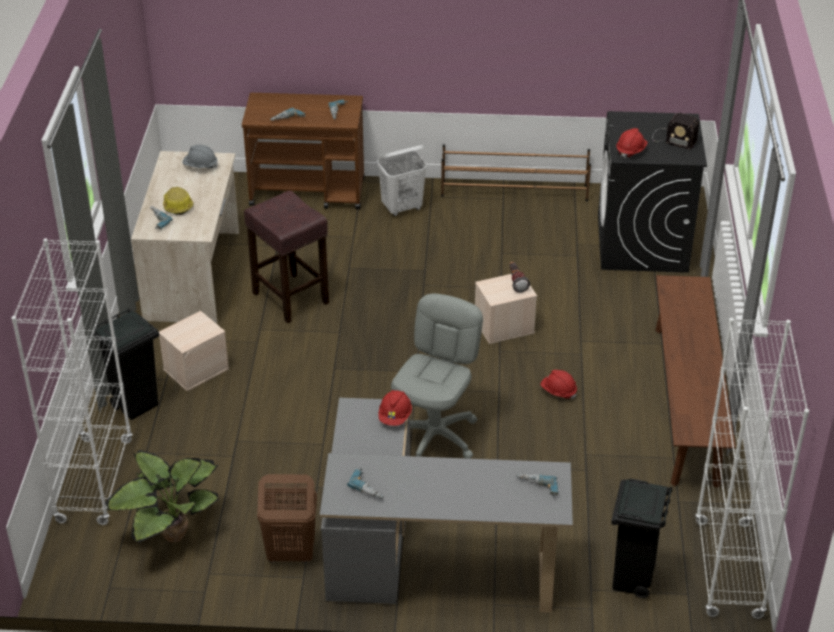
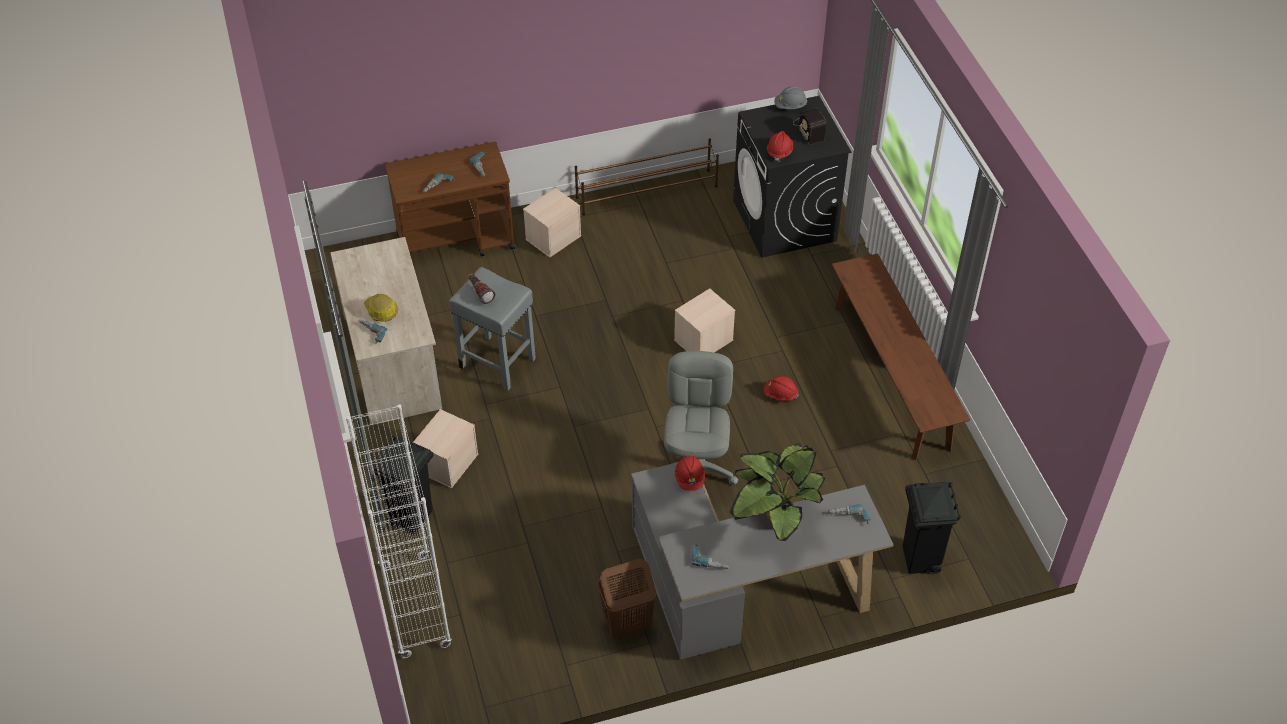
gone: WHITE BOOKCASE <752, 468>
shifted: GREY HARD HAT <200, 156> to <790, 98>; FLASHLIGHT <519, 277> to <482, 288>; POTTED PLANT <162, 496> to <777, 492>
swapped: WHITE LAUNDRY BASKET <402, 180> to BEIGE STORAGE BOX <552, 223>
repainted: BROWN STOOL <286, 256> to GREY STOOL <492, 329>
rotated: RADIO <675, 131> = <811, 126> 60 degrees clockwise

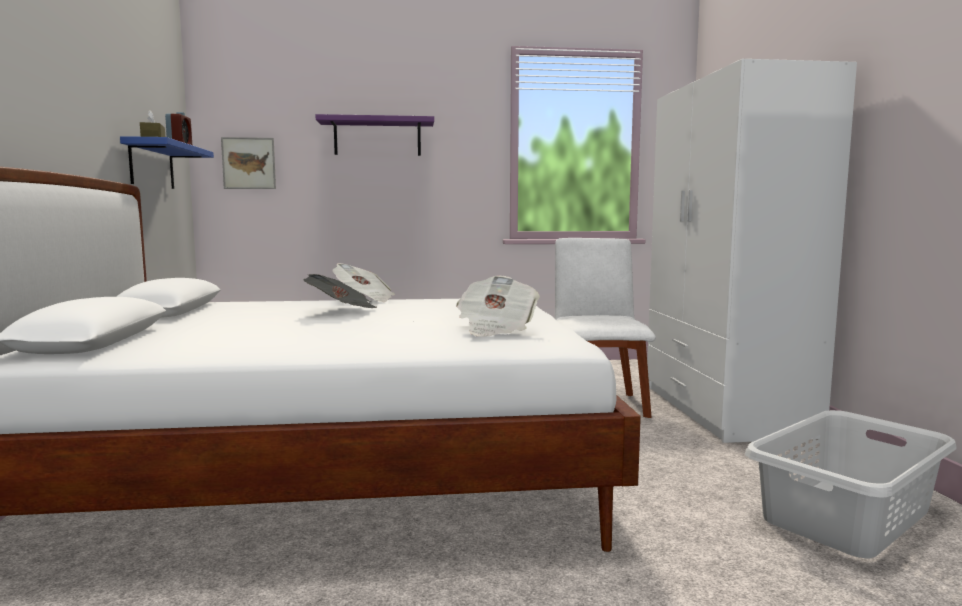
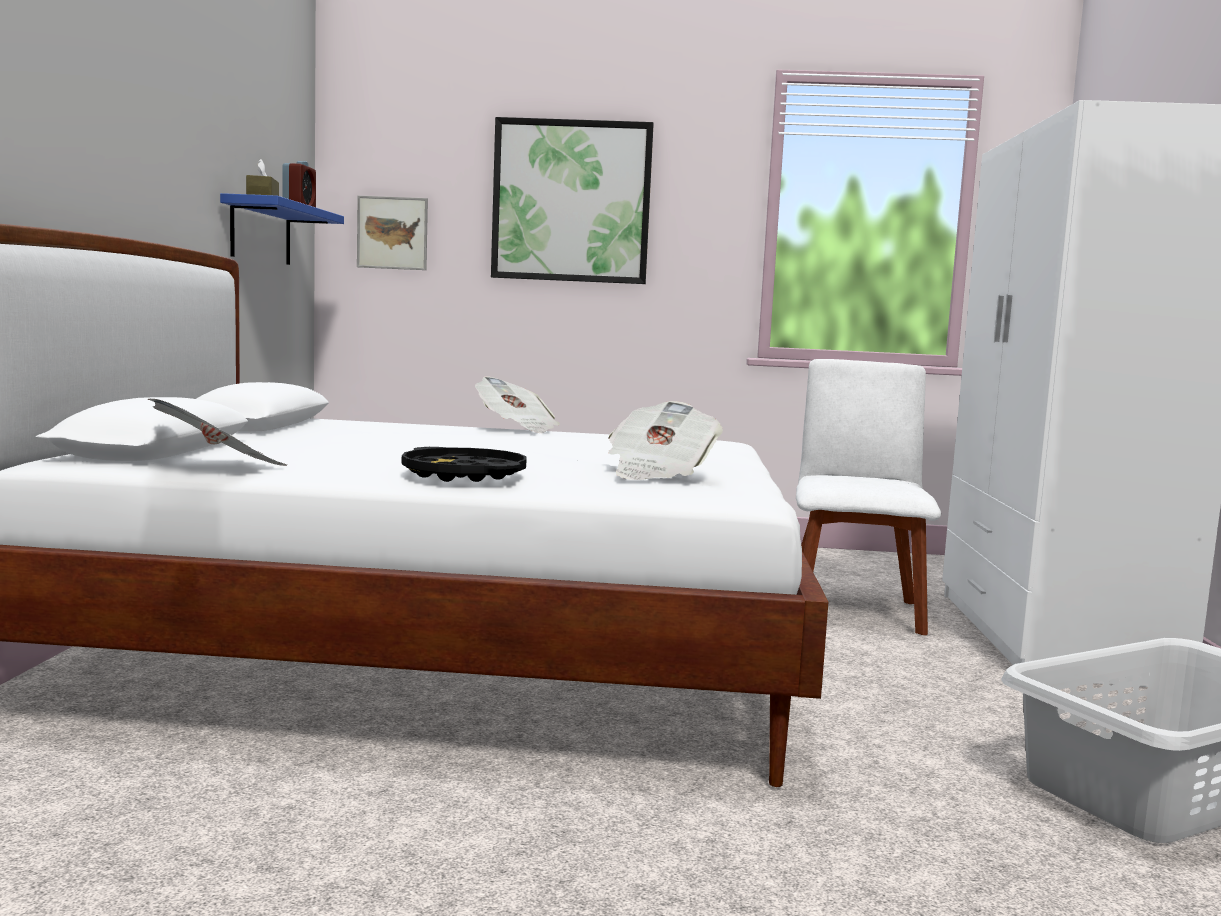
new: BLACK TRAY <464, 464>
shifted: NEWSPAPER <340, 291> to <217, 432>
swapped: PURPLE SHELF <375, 135> to PICTURE <572, 200>

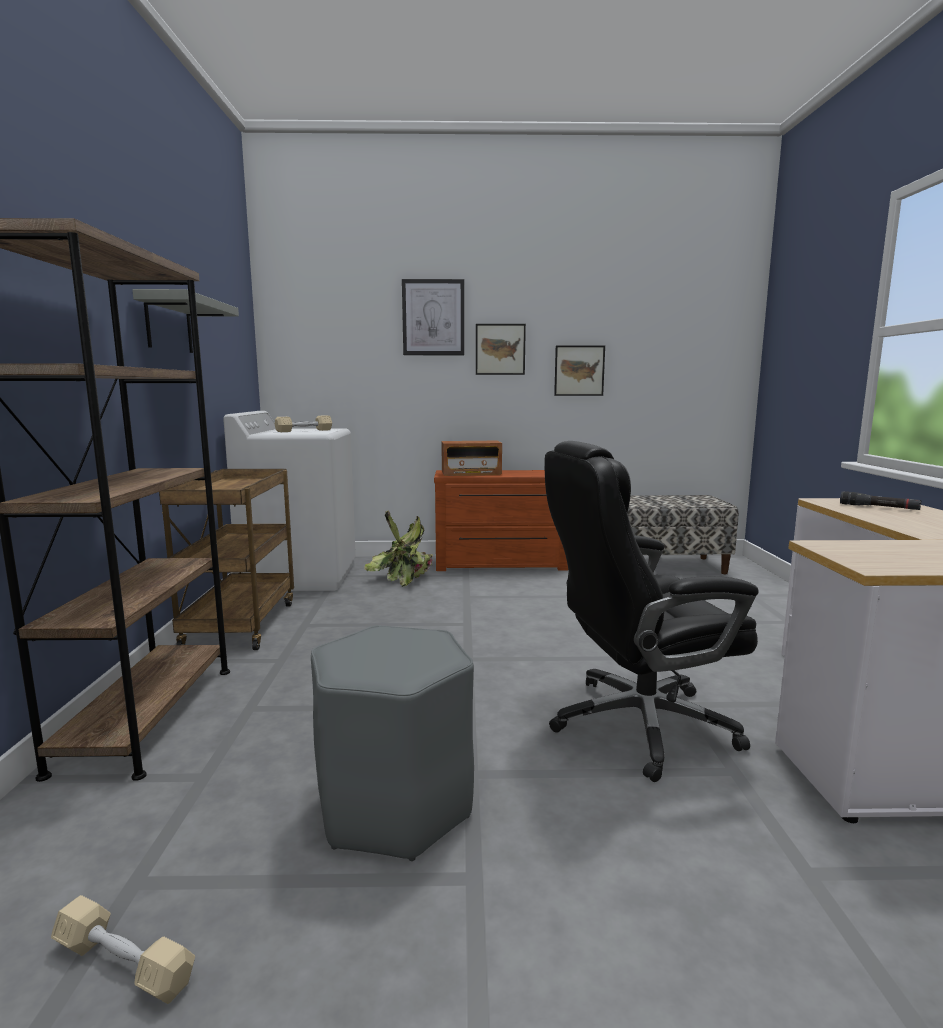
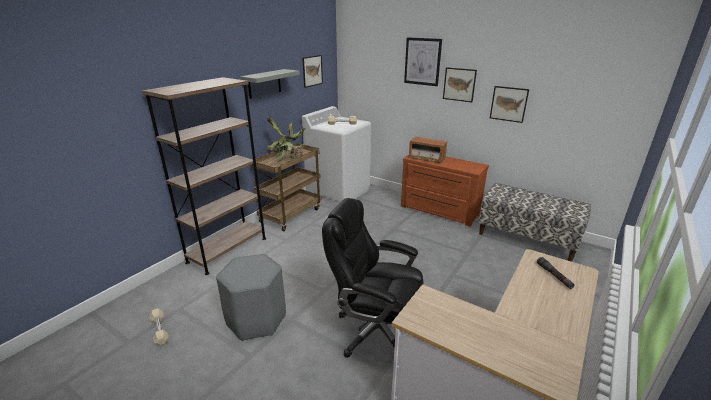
new: PICTURE <312, 71>
shifted: POTTED PLANT <398, 548> to <286, 139>

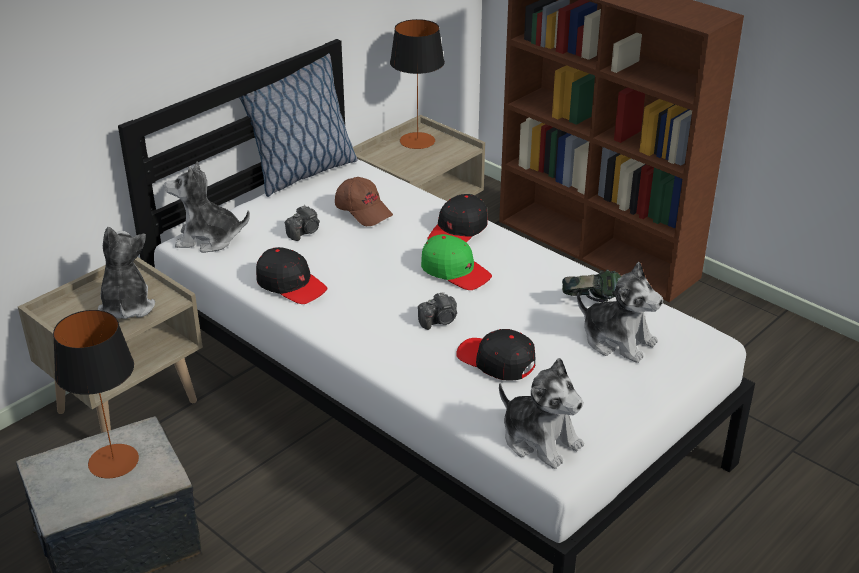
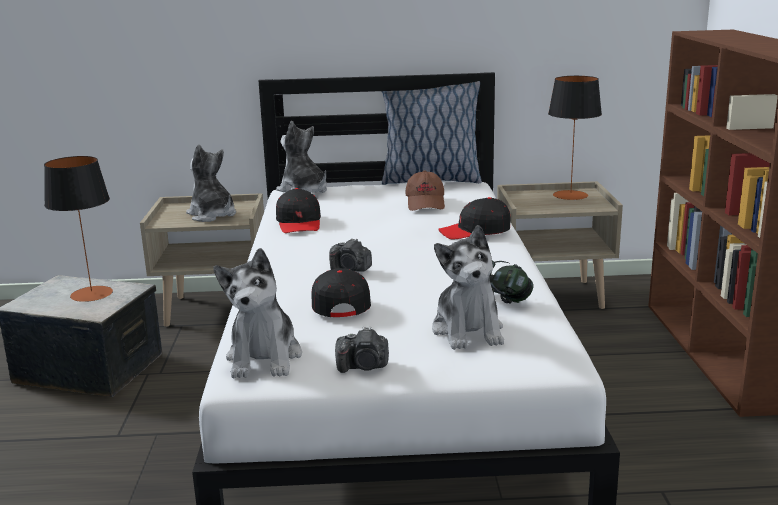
gone: GREEN CAP <456, 262>
shifted: PHOTO CAMERA <302, 223> to <362, 350>
rotated: PLUSH TOY <126, 273> = <211, 183> 75 degrees counterclockwise

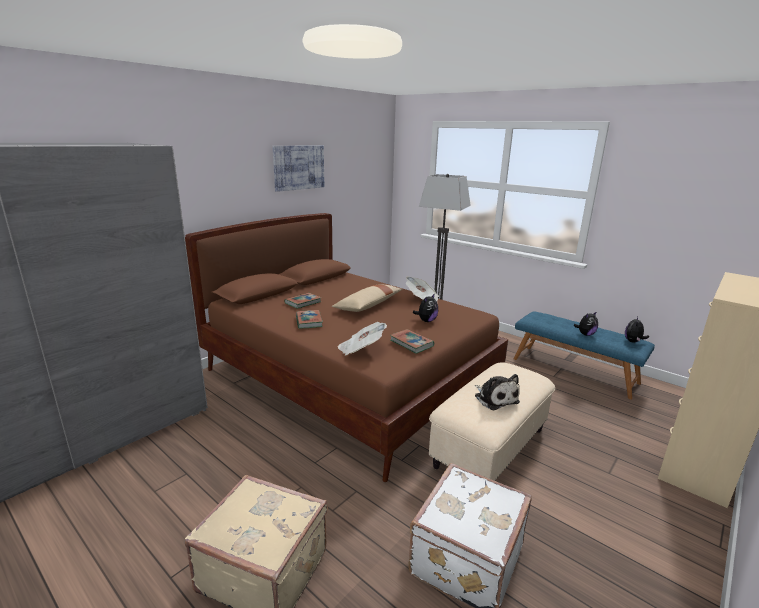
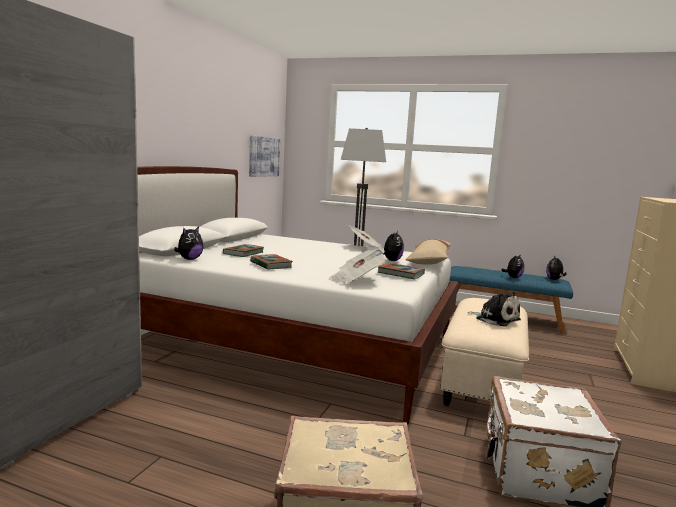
new: PLUSH TOY <188, 243>
shifted: PICTURE <298, 169> to <264, 156>; BEIGE PILLOW <367, 298> to <428, 252>
repainted: BROWN BED <346, 347> to WHITE BED <297, 295>

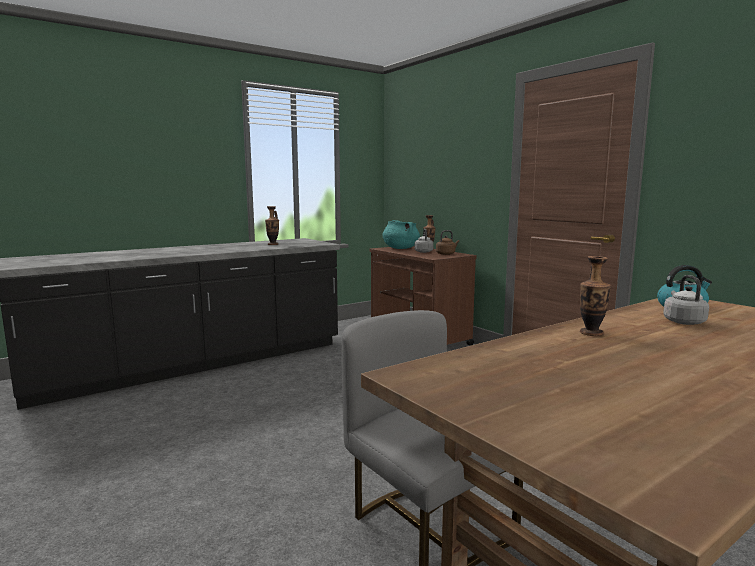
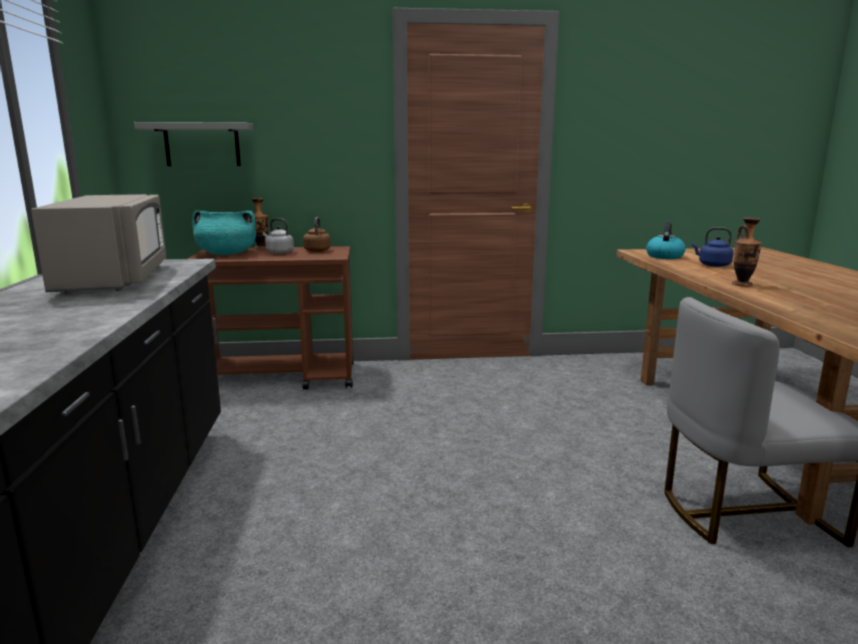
new: GREY SHELF <193, 144>
swapped: VASE <272, 225> to GREY MICROWAVE <98, 243>
repainted: GREY KETTLE <686, 300> to BLUE KETTLE <713, 247>

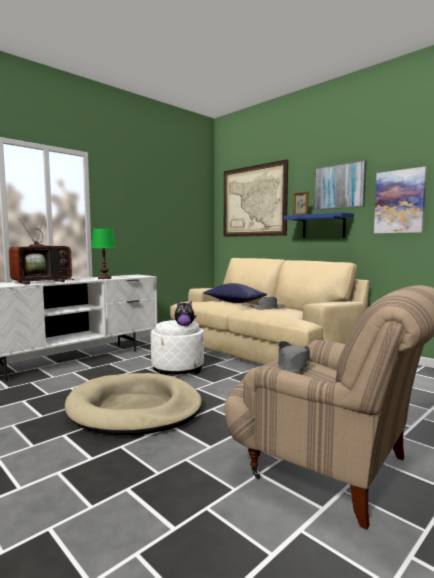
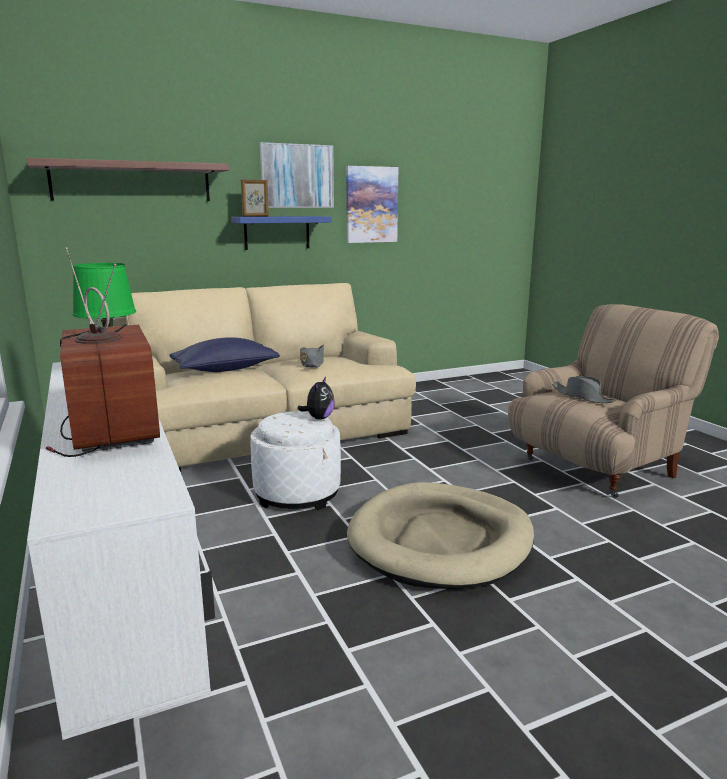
swapped: PICTURE <256, 198> to SHELF <127, 179>

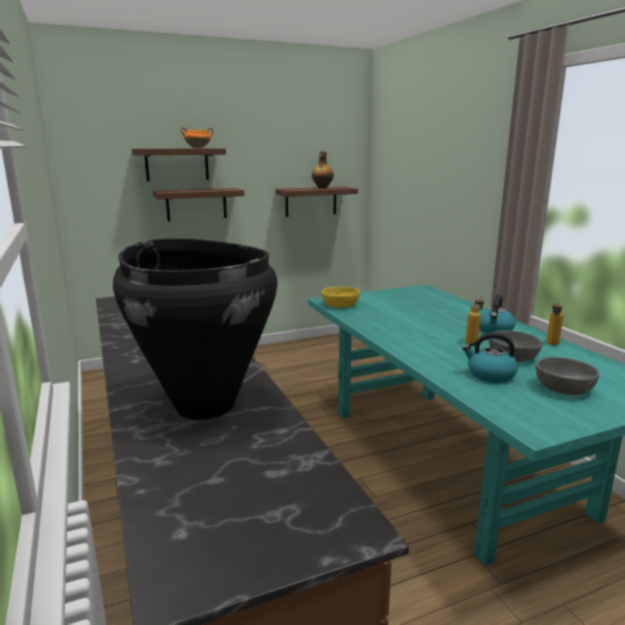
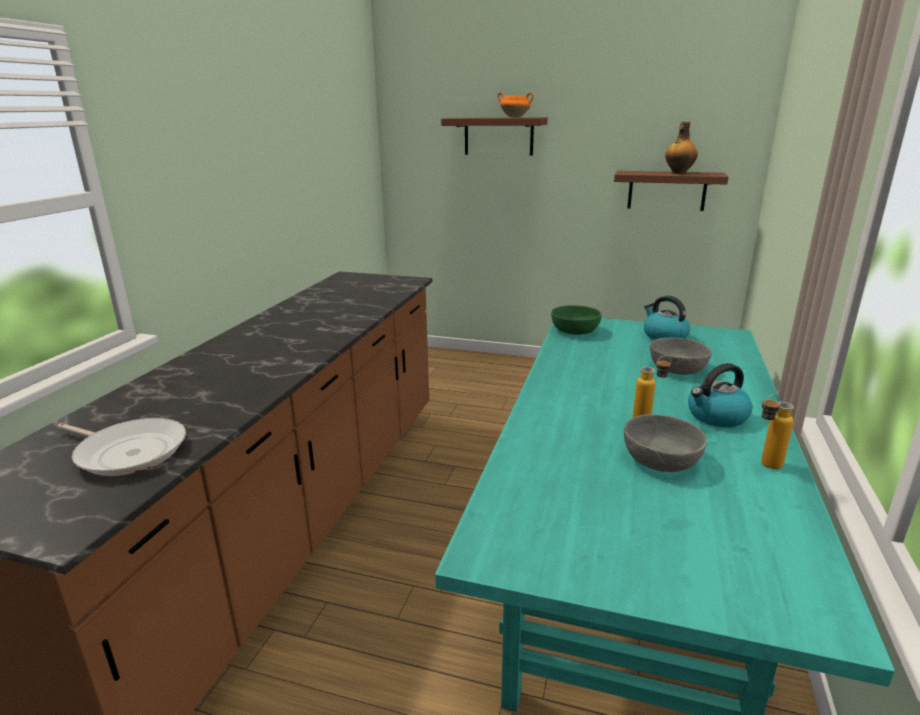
gone: BROWN SHELF <198, 204>; BLACK VASE <195, 329>
new: FRYING PAN <121, 447>
shifted: KETTLE <490, 357> to <667, 318>; GREY BOWL <567, 376> to <681, 356>
repainted: YELLOW BOWL <341, 297> to GREEN BOWL <576, 320>

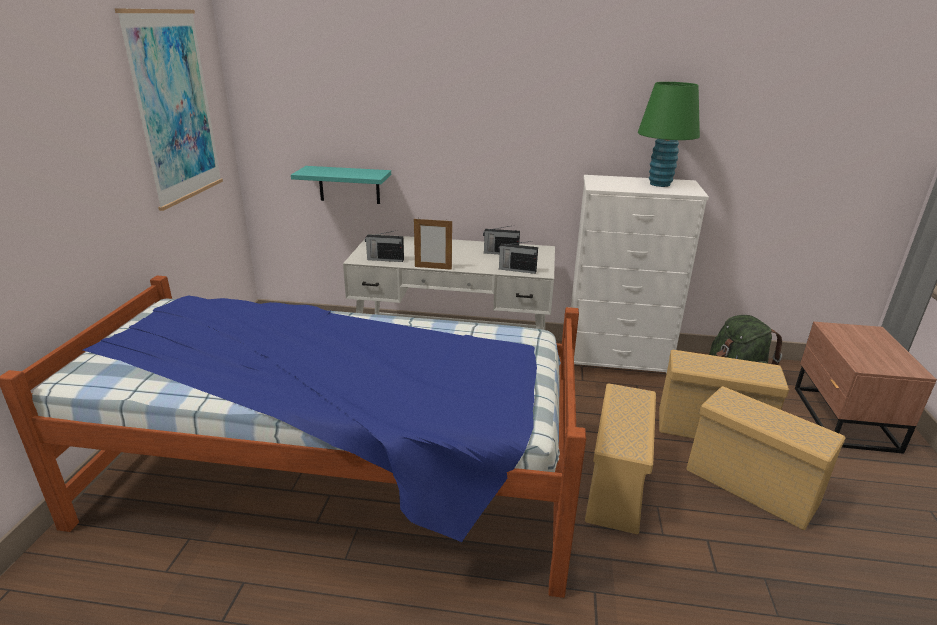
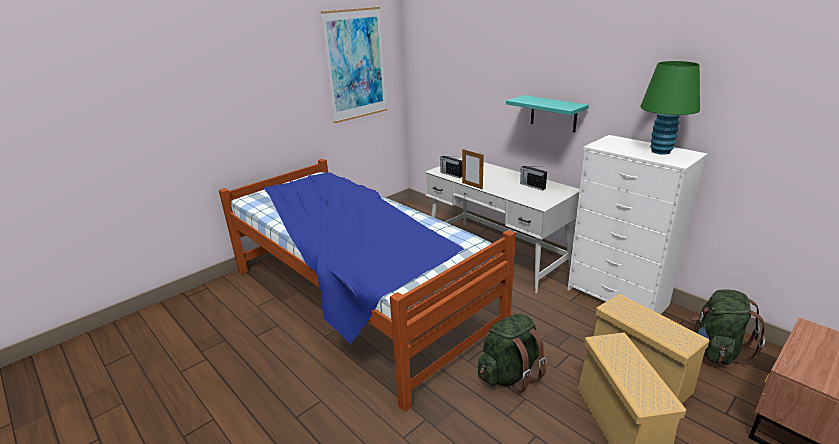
gone: RADIO <518, 257>
shifted: TURQUOISE SHELF <341, 185> to <547, 114>
swapped: BEIGE STORAGE BOX <620, 458> to GREEN BACKPACK <512, 354>

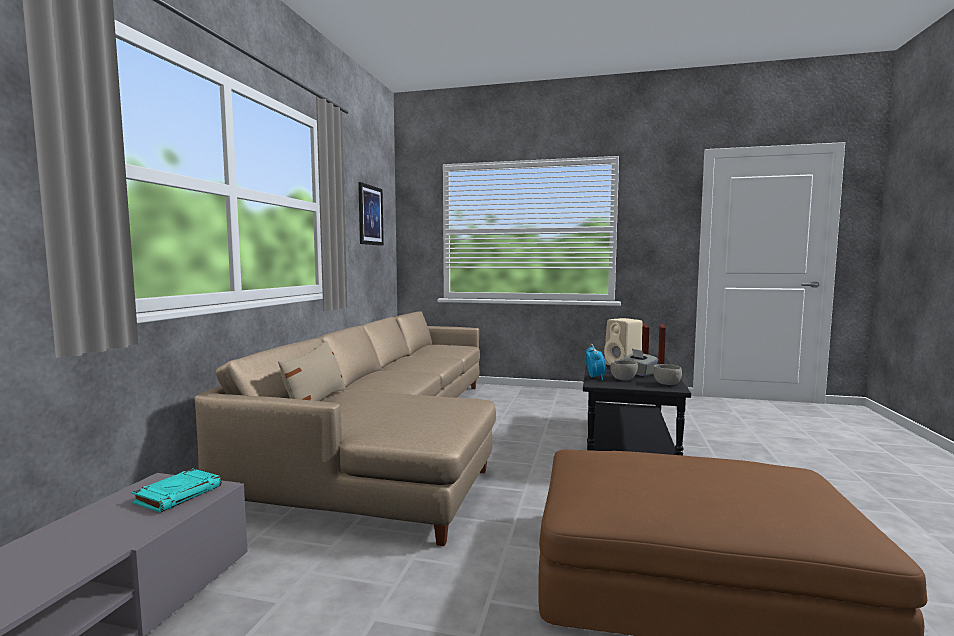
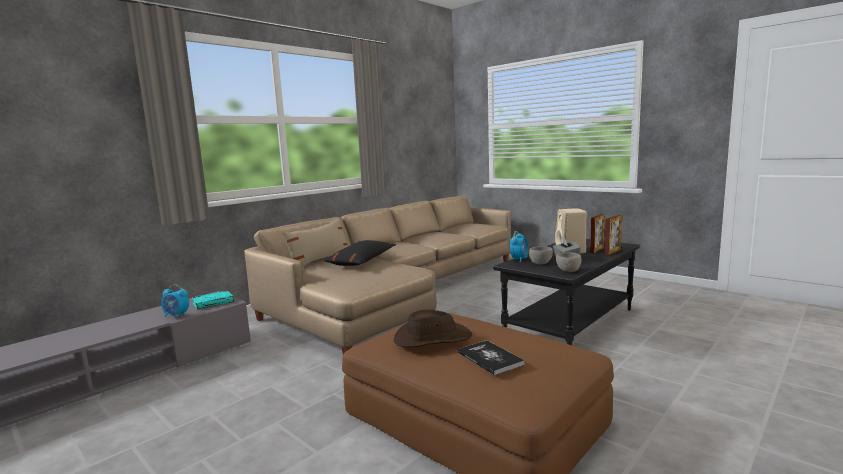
gone: PICTURE <371, 214>
new: BLACK PILLOW <360, 253>; ALARM CLOCK <175, 300>; BROWN HAT <433, 328>; BOOK <491, 358>

